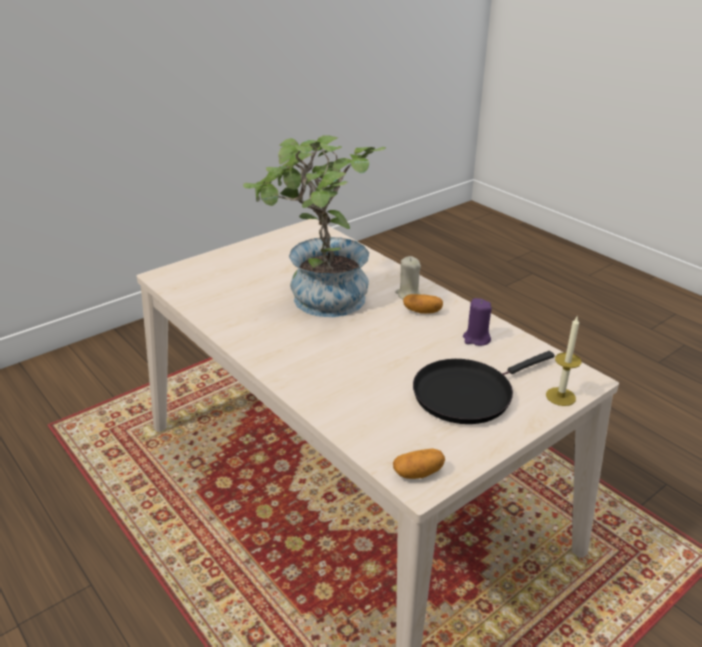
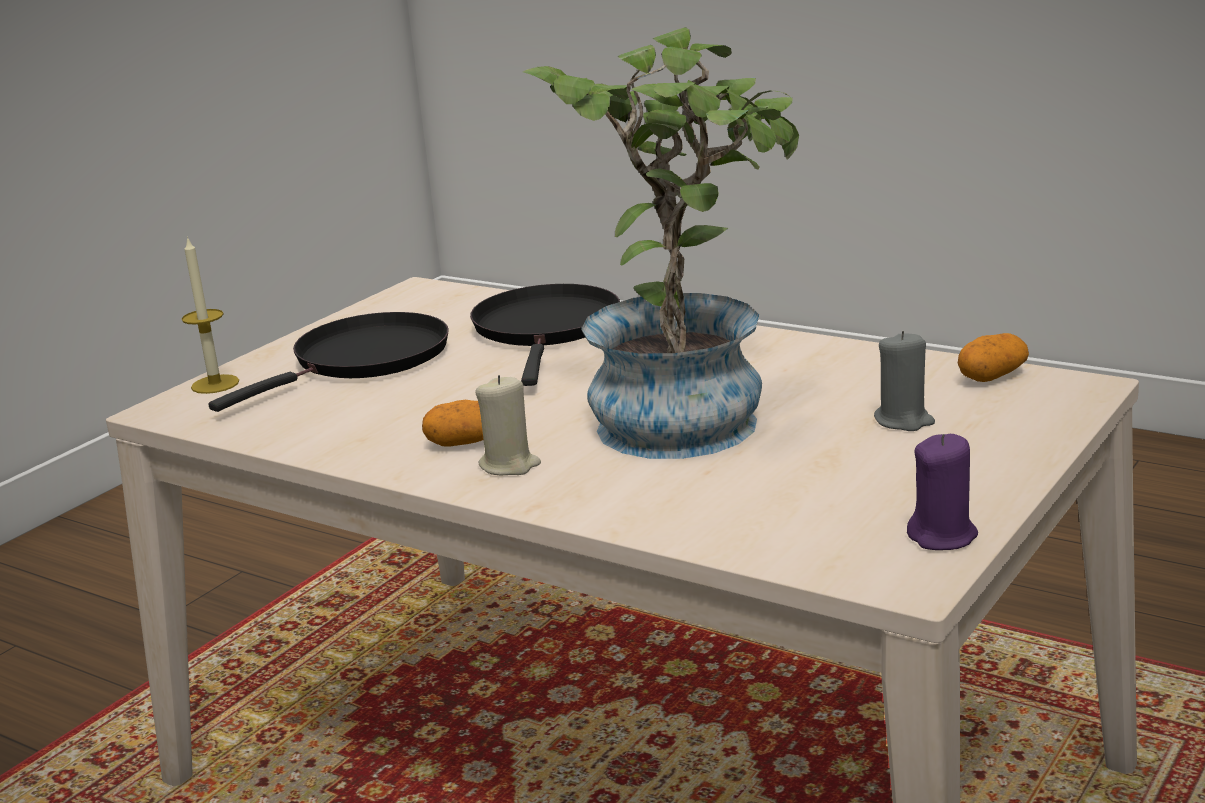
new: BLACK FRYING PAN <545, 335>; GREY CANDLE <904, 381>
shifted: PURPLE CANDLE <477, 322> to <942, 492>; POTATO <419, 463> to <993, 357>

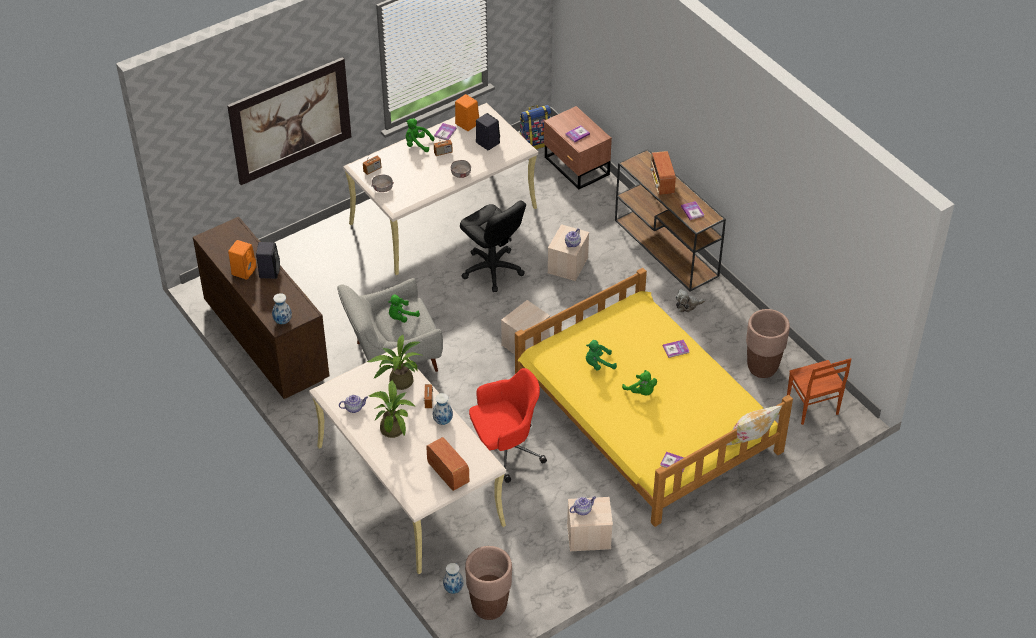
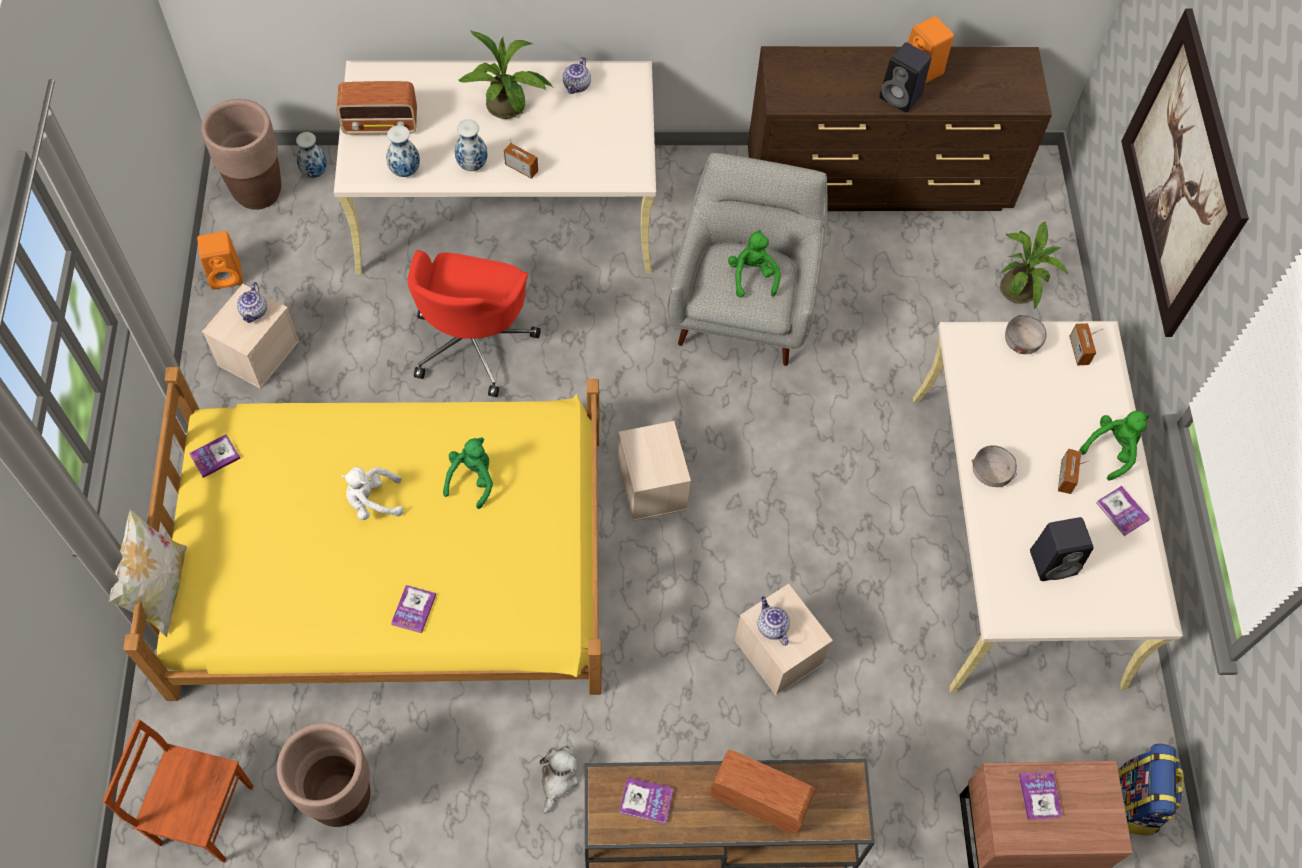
gone: BLACK OFFICE CHAIR <493, 246>
shifted: ORANGE SPEAKER <467, 112> to <220, 260>; VASE <282, 308> to <403, 151>; POTTED PLANT <395, 362> to <1034, 266>
repainted: GREEN PLUSH TOY <639, 382> to WHITE PLUSH TOY <372, 493>

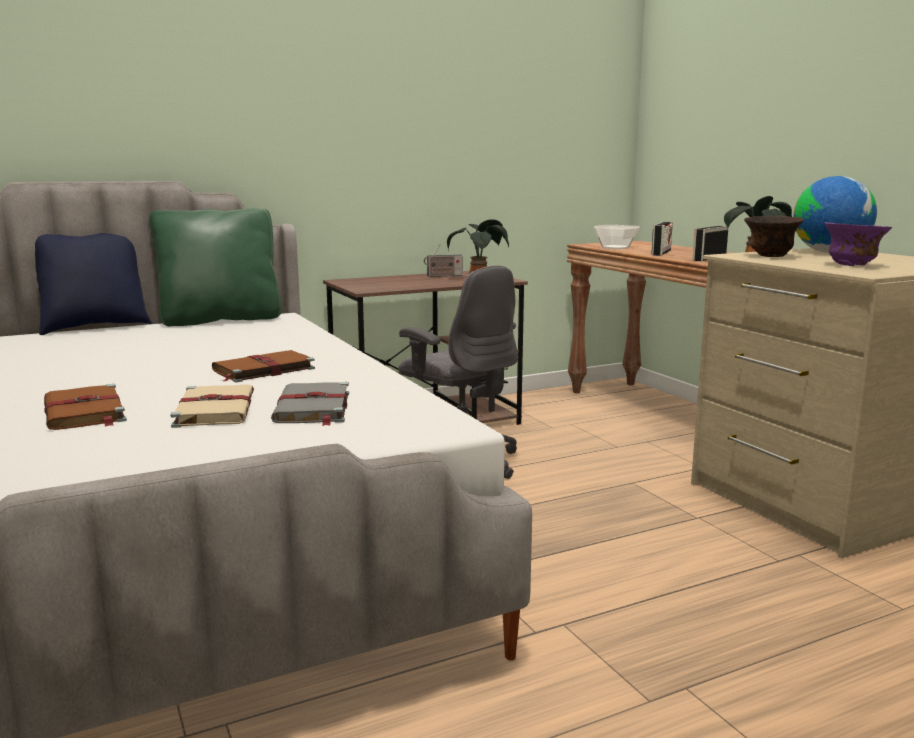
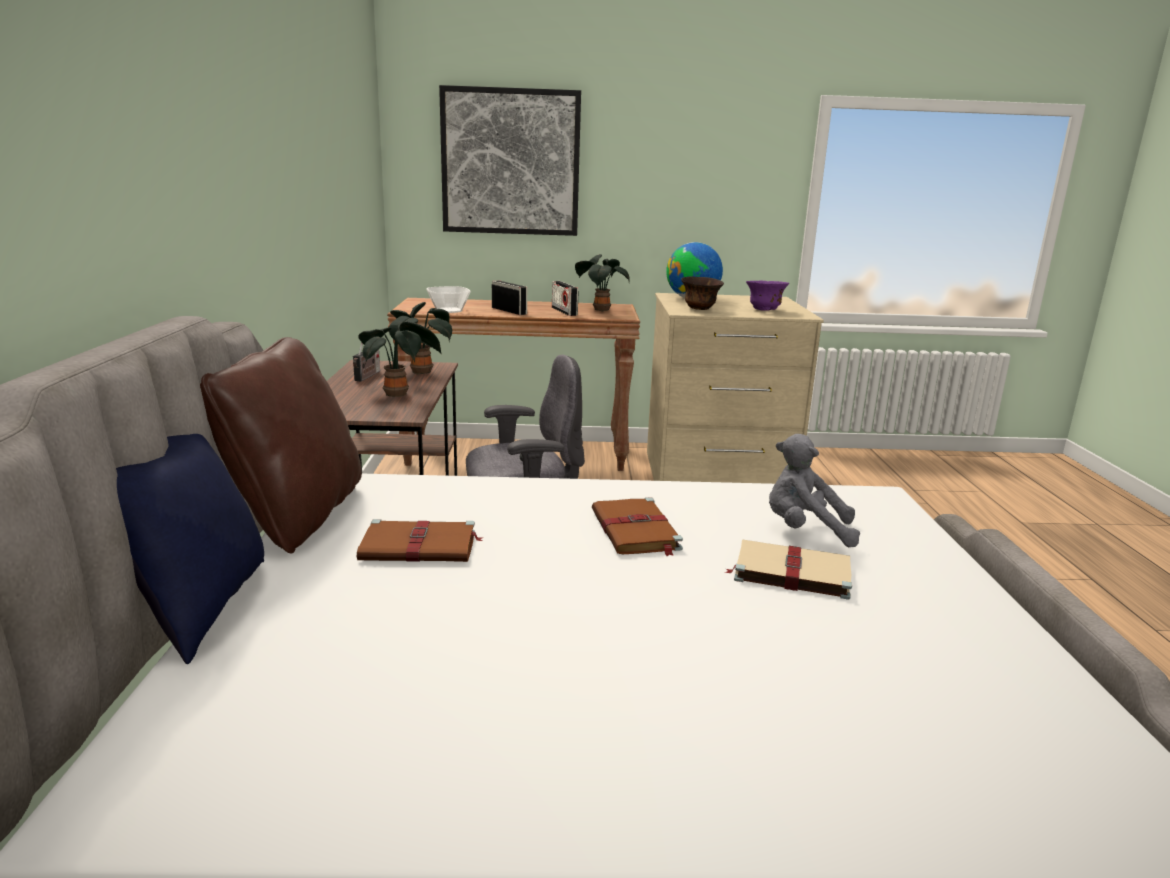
new: PICTURE <510, 160>; POTTED PLANT <400, 359>
shifted: BROWN BOOK <85, 407> to <420, 540>
swapped: GREY BOOK <310, 404> to GREY PLUSH TOY <814, 490>
repainted: GREEN PILLOW <215, 267> to BROWN PILLOW <281, 445>

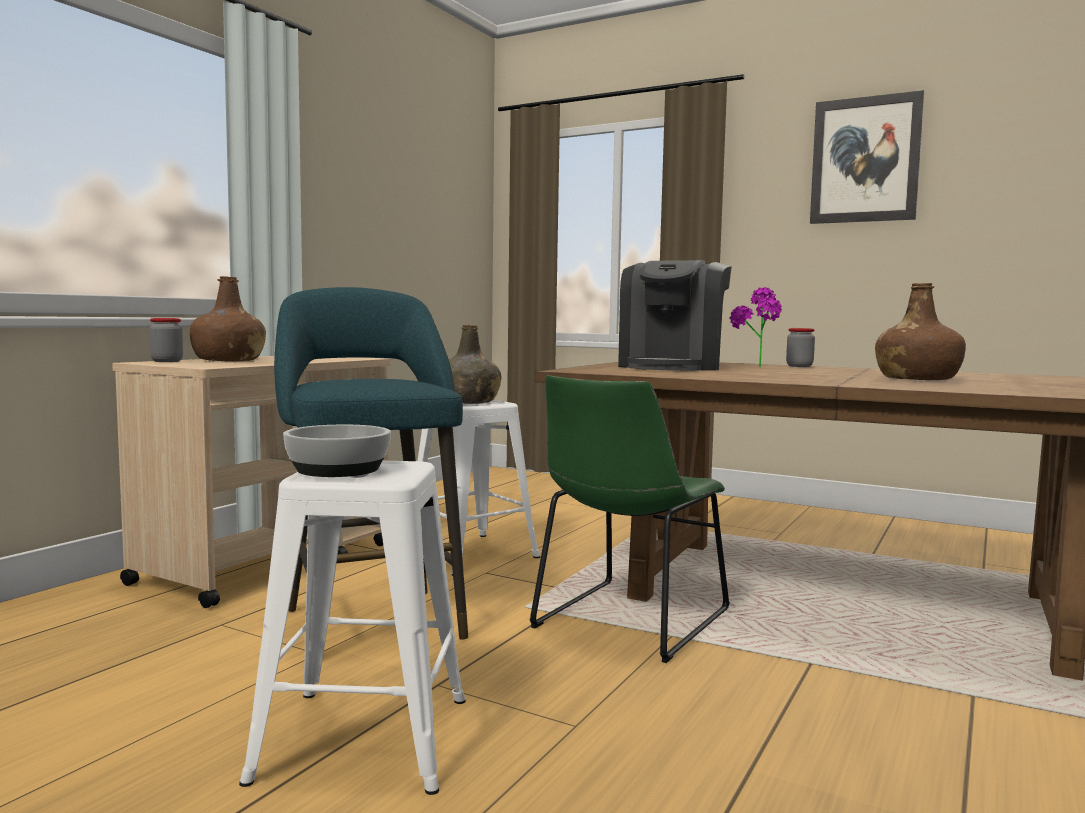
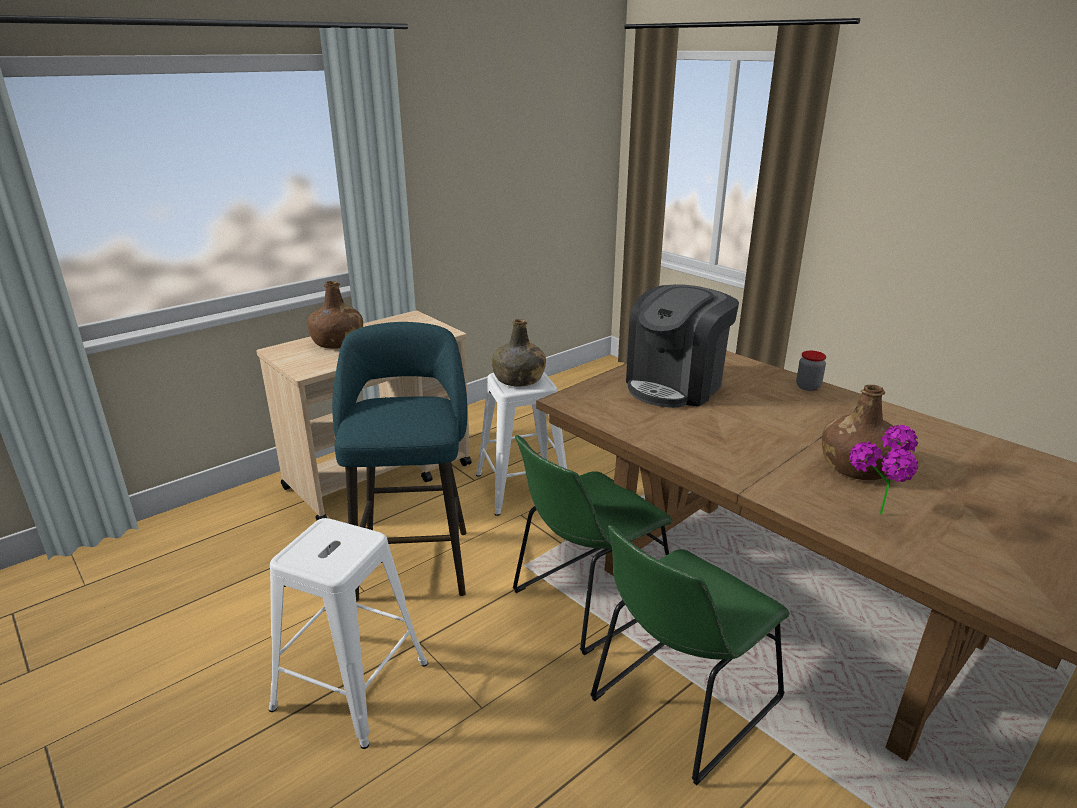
gone: PICTURE <867, 157>; JAR <166, 340>; BOWL <337, 451>
new: GREEN CHAIR <689, 655>
shifted: POTTED PLANT <756, 327> to <883, 470>

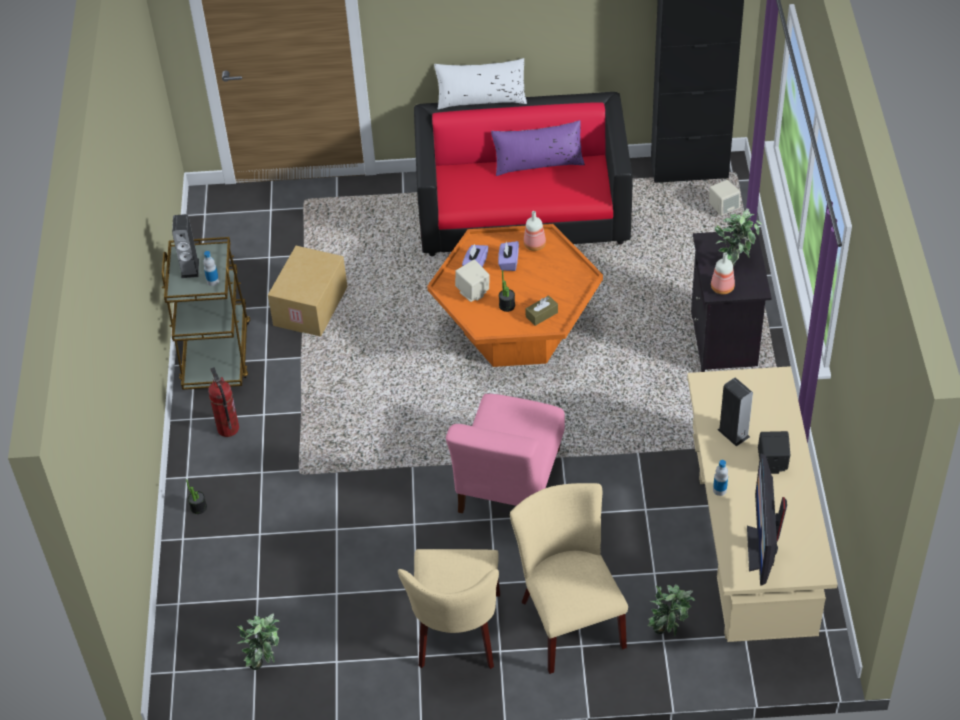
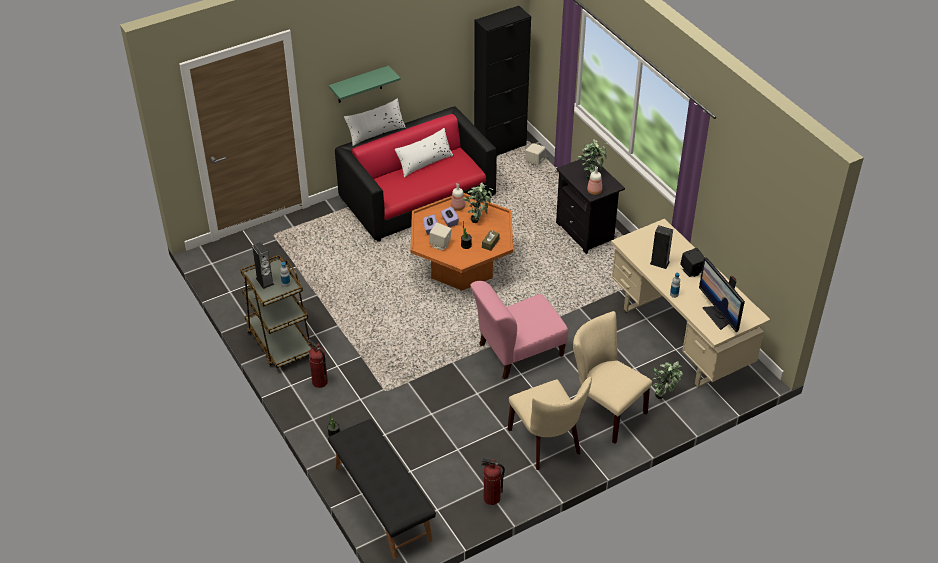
gone: CARDBOARD BOX <308, 291>
new: GREEN SHELF <365, 84>; BLACK BENCH <382, 489>; FIRE EXTINGUISHER <493, 481>
shifted: POTTED PLANT <258, 642> to <478, 202>
repainted: PURPLE PILLOW <538, 148> to WHITE PILLOW <424, 153>
rotated: PINK CHAIR <505, 453> = <519, 330> 75 degrees clockwise

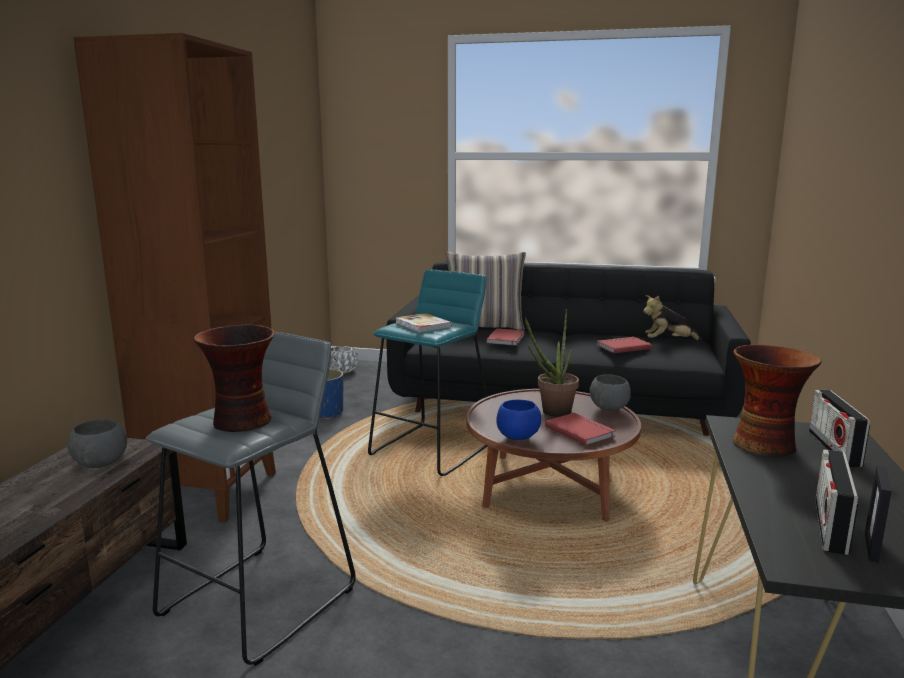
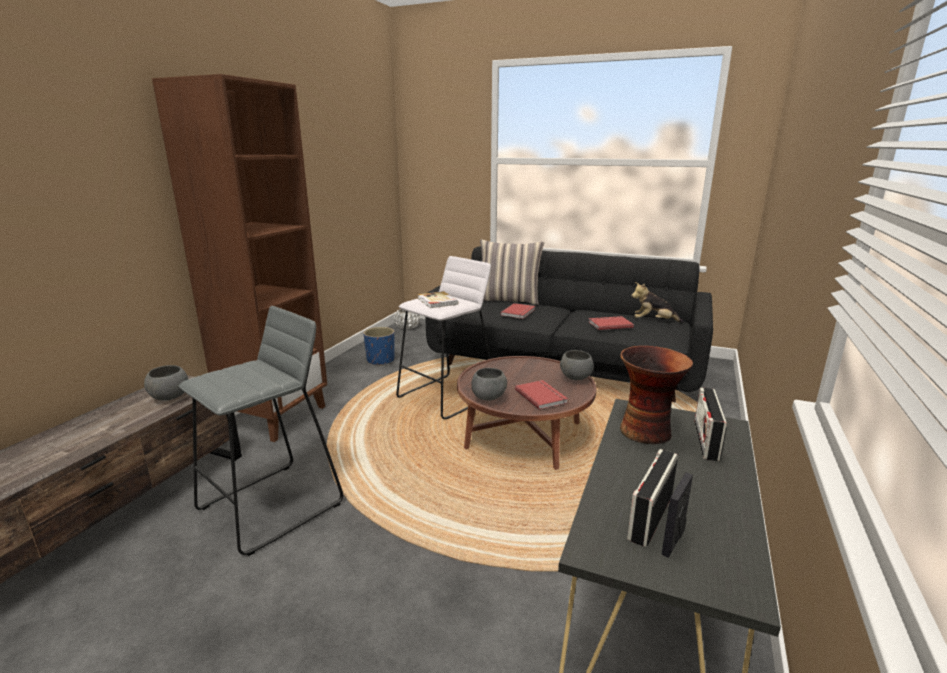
gone: POTTED PLANT <552, 363>; VASE <234, 378>
repainted: TURQUOISE STOOL <428, 372> to WHITE STOOL <443, 337>; BLUE BOWL <518, 420> to GREY BOWL <489, 384>

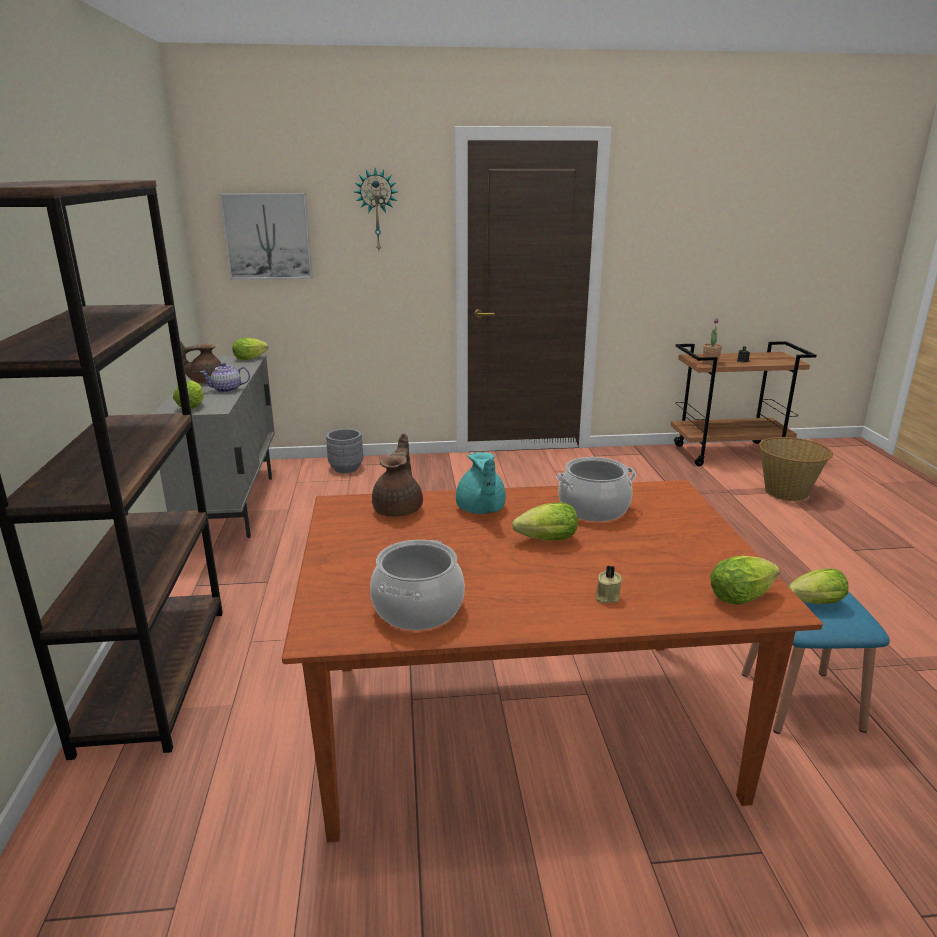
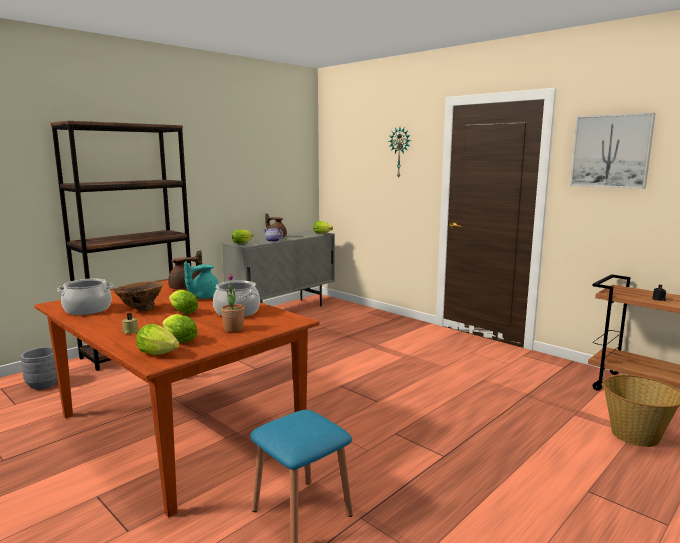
new: BROWN VASE <138, 296>
shifted: PICTURE <266, 236> to <613, 151>; POTTED PLANT <712, 341> to <233, 302>; GREY PLANTER <344, 450> to <39, 368>; LETTUCE <818, 586> to <179, 328>

